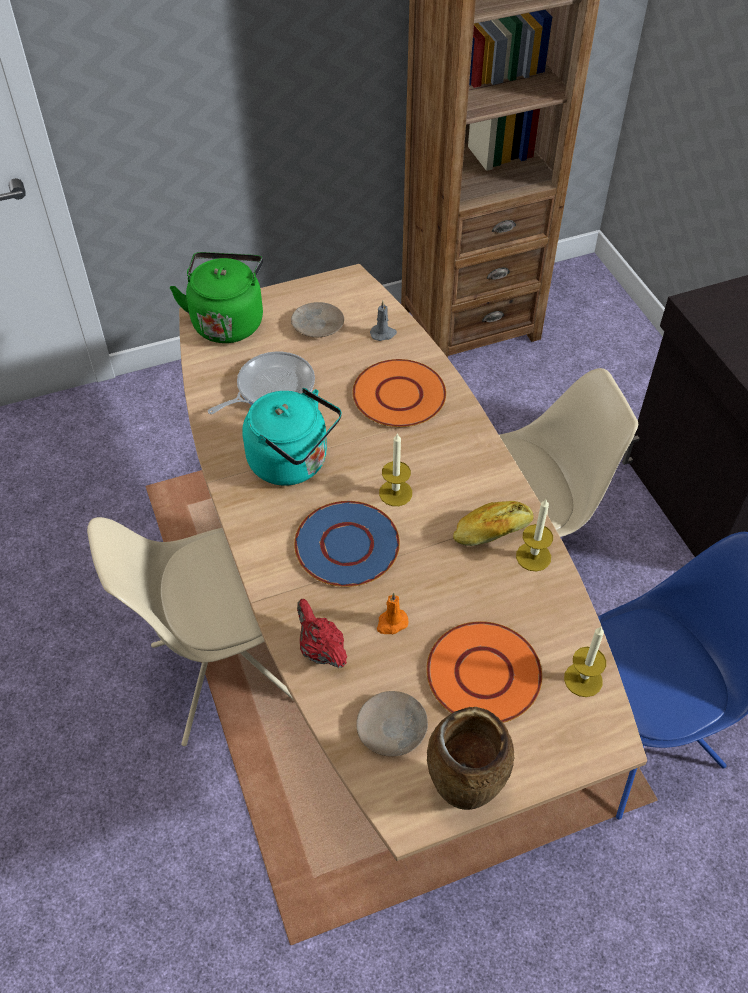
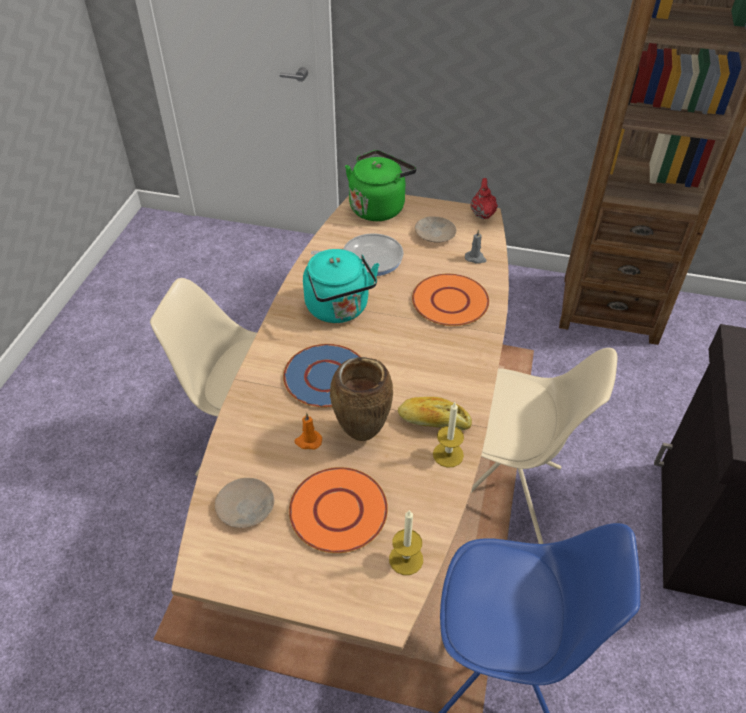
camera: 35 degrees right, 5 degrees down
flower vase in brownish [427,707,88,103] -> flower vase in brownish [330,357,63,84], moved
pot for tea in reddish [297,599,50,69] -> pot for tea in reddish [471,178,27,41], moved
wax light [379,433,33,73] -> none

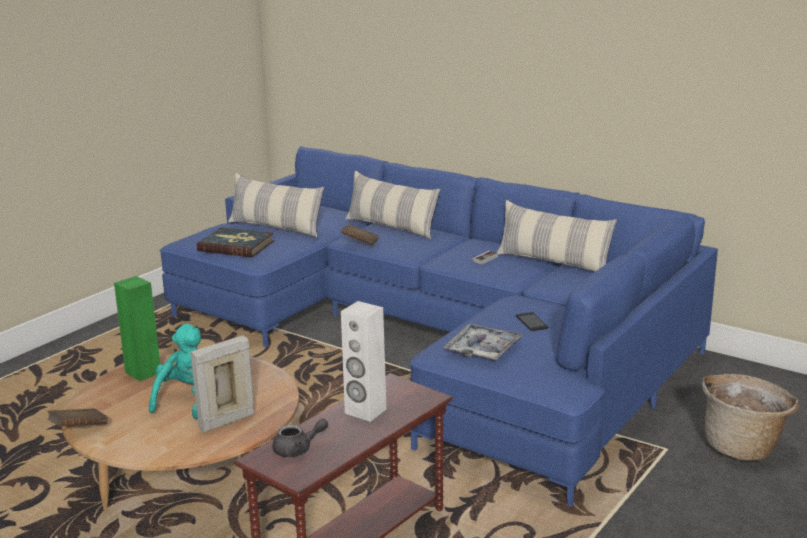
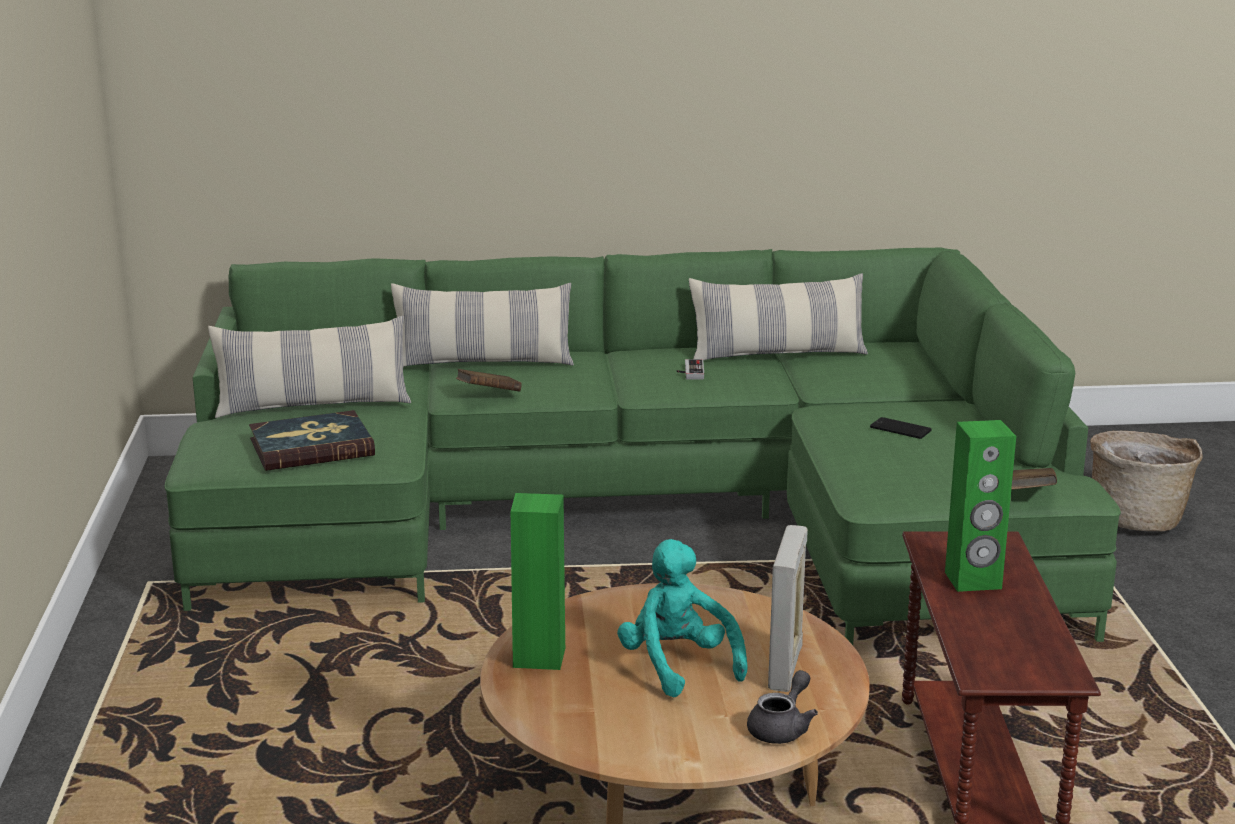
camera: 40 degrees left, 0 degrees up
sofa in blue [160,146,558,361] -> sofa in green [164,248,957,397]
pot for tea in greyish [272,418,56,39] -> pot for tea in greyish [747,670,71,74], moved
speaker in white [341,301,46,121] -> speaker in green [945,420,71,172]
volume in brownish [47,409,61,17] -> volume in brownish [1011,468,46,22], moved
serving tray [444,324,78,36] -> none

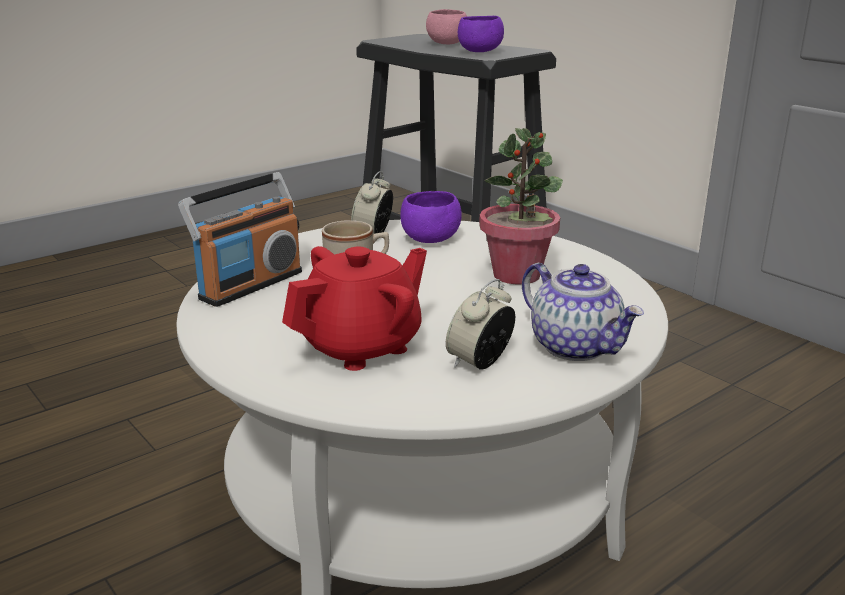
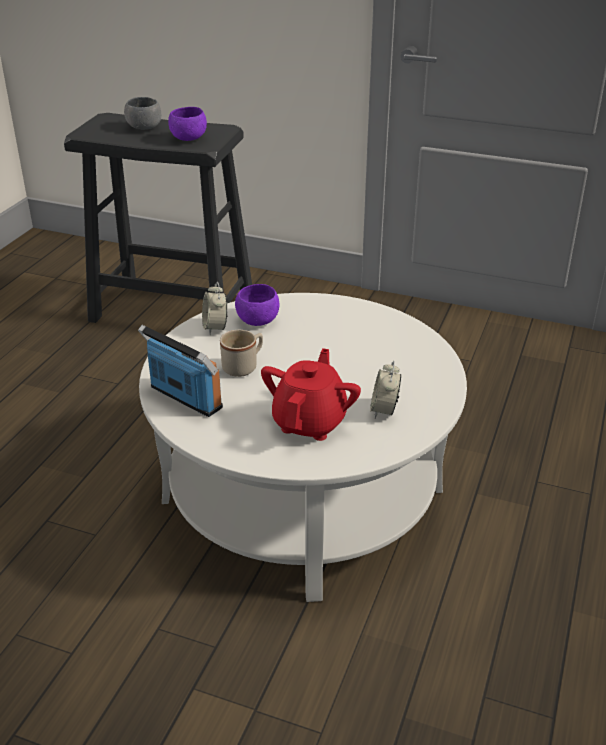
camera: 30 degrees left, 10 degrees up
bowl in pink [426,9,41,35] -> bowl in greyish [124,97,37,33]
radio set [178,172,124,135] -> radio set [138,325,85,92], 60 degrees counterclockwise
houseplant [479,128,84,156] -> none
pot for tea [522,263,122,98] -> none

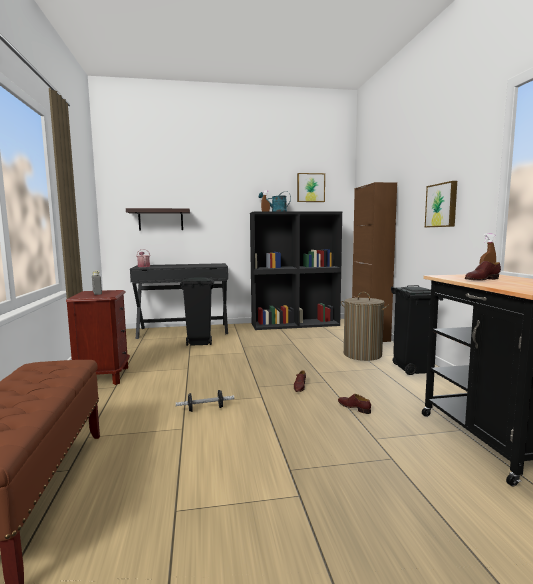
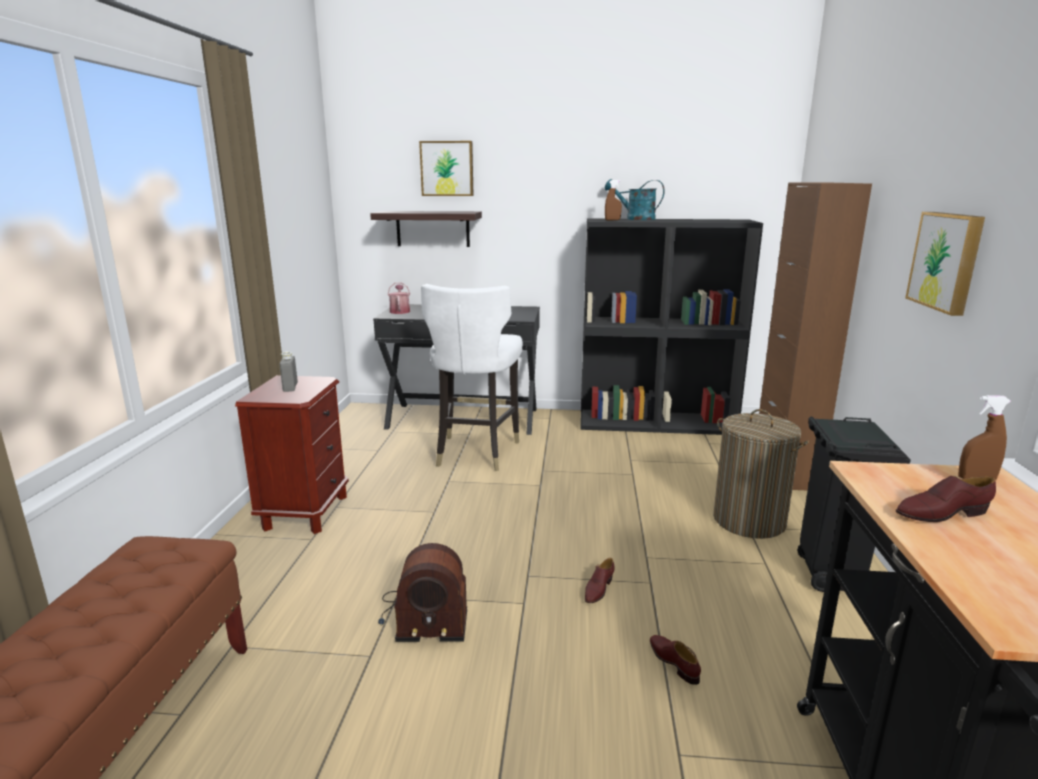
camera: 15 degrees right, 10 degrees up
dumbbell [176,390,58,22] -> radio set [378,543,89,99]
wall art [297,173,28,29] -> wall art [419,141,55,55], moved
waste bin in black-coloured [180,277,34,69] -> plain chair in white [421,284,102,187]

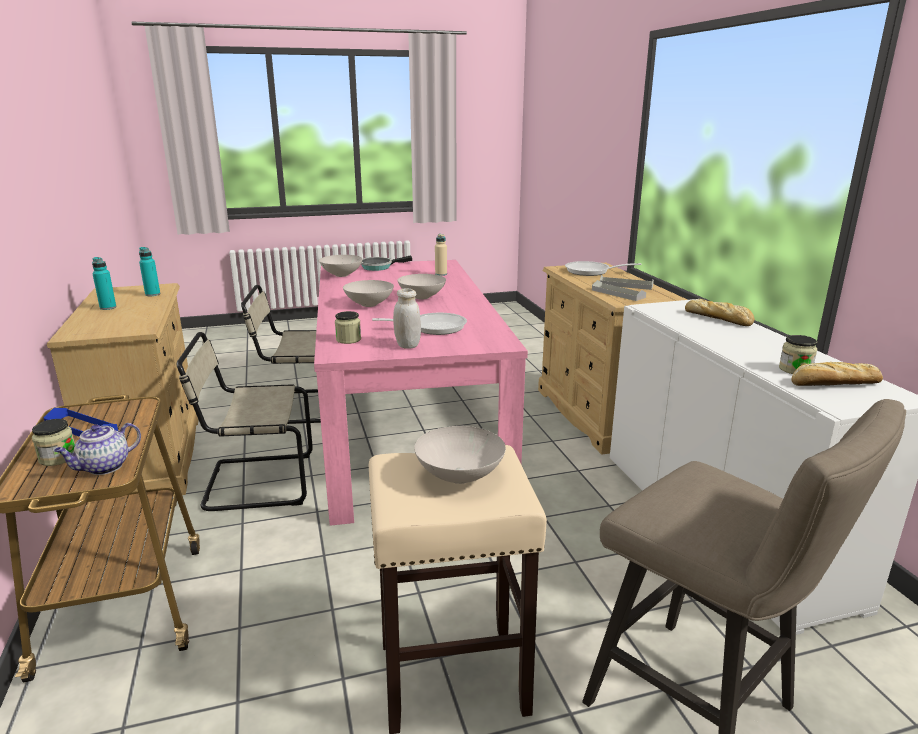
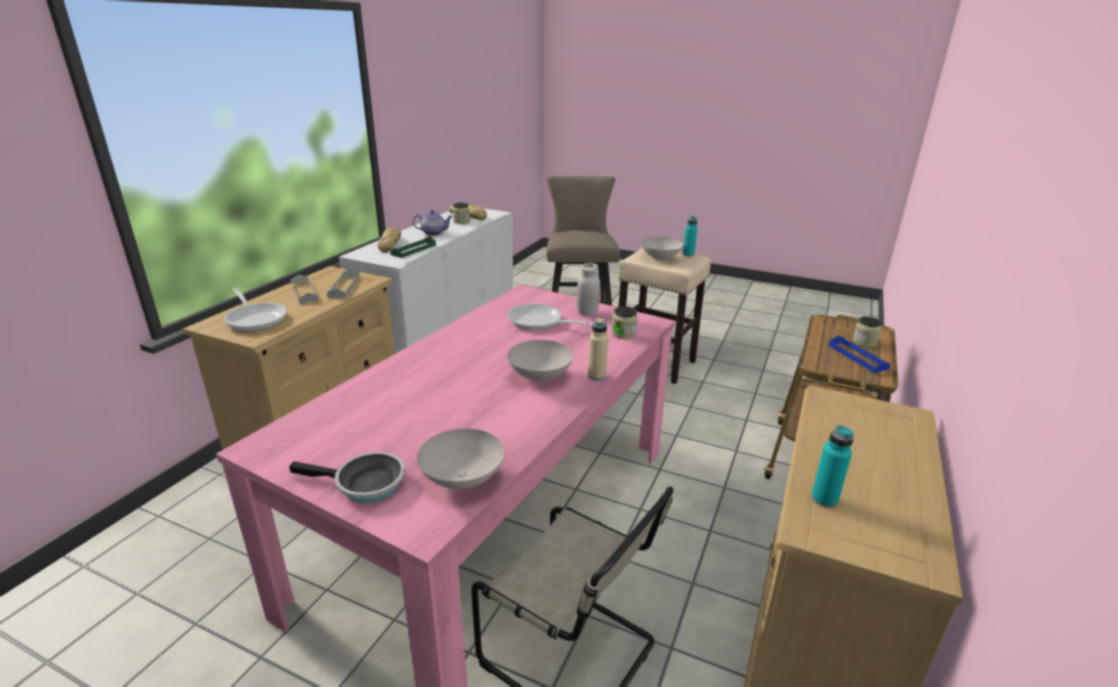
camera: 140 degrees left, 5 degrees up
none -> serving tray in green [390,236,46,22]
pot for tea [54,423,87,52] -> pot for tea [413,210,40,26], moved
drink bottle in beige-coloured [435,234,12,42] -> drink bottle in beige-coloured [588,317,21,64], moved
drink bottle in blue-green [92,257,24,53] -> drink bottle in blue-green [683,216,15,40], moved
plain chair in beige-coloured [177,332,136,179] -> none
bowl in white [397,274,49,25] -> none

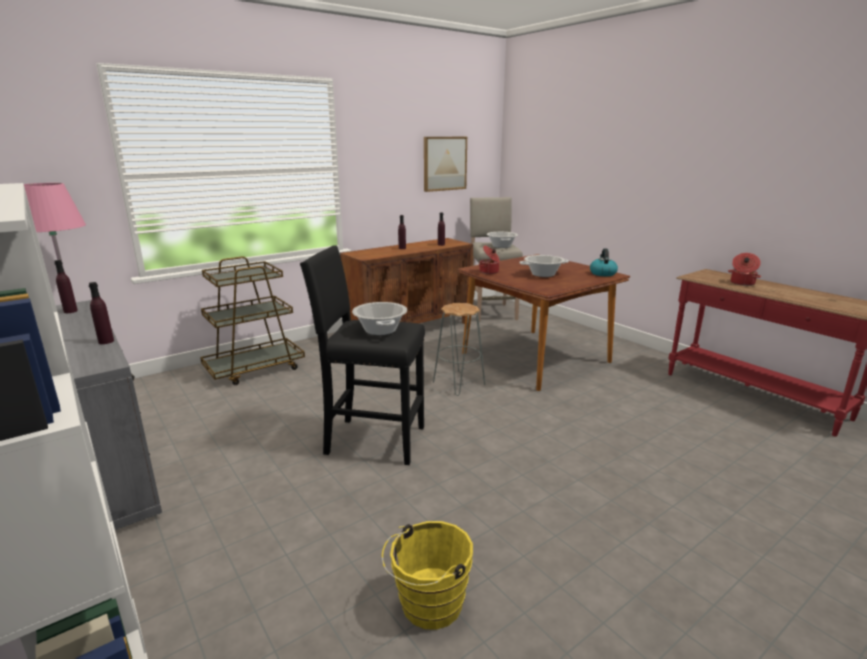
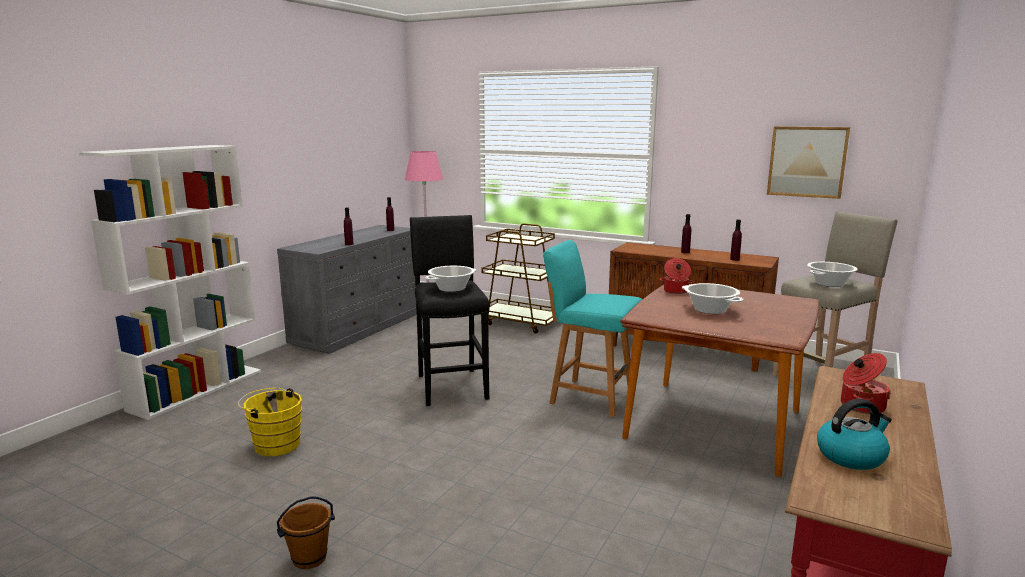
camera: 65 degrees right, 5 degrees down
none -> pail in brownish [277,496,58,73]
stool seat in greyish [433,303,52,93] -> plain chair in blue-green [543,240,99,177]
water kettle [590,248,28,28] -> water kettle [817,399,75,71], moved

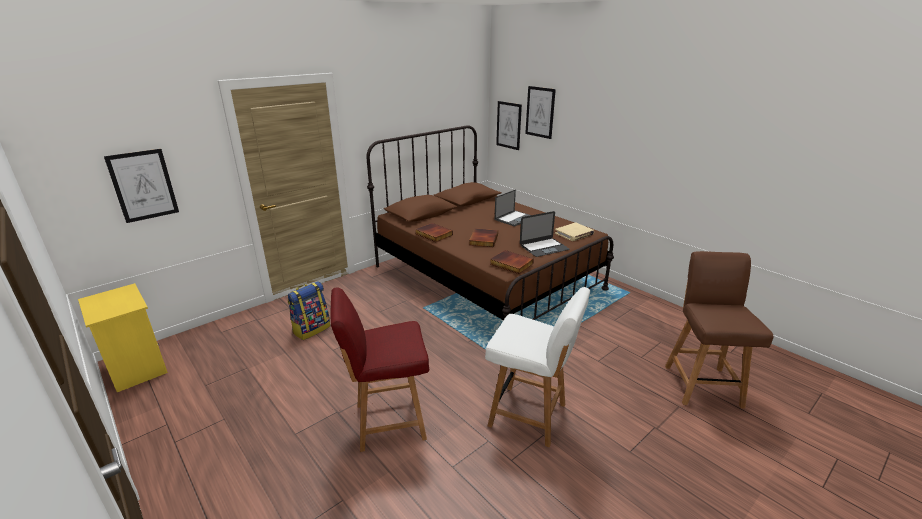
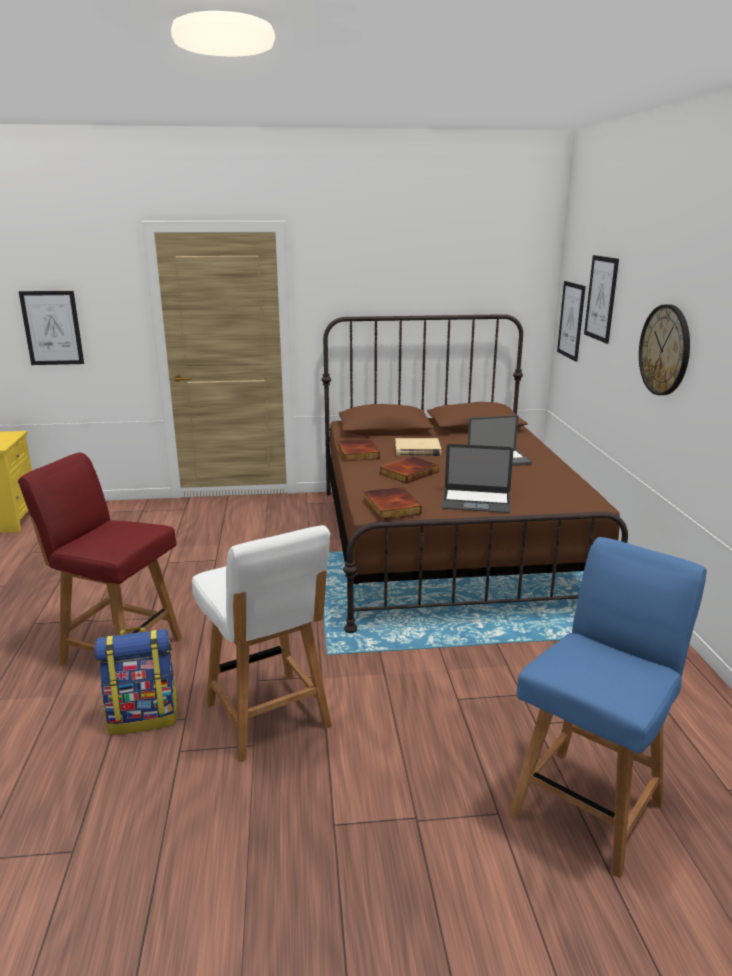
camera: 35 degrees right, 5 degrees down
knapsack [288,281,42,59] -> knapsack [94,627,84,108], moved
volume in beige-coloured [555,222,39,19] -> volume in beige-coloured [395,438,46,18], moved
plain chair in brownish [665,251,109,158] -> plain chair in blue [509,537,198,342]
none -> wall clock [639,304,51,91]

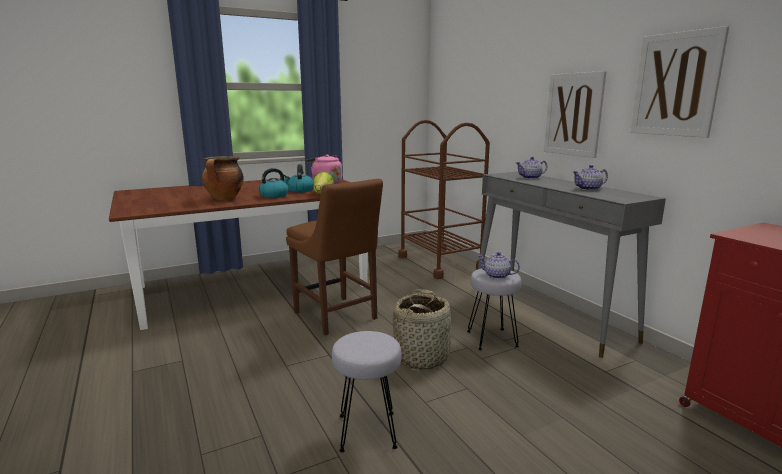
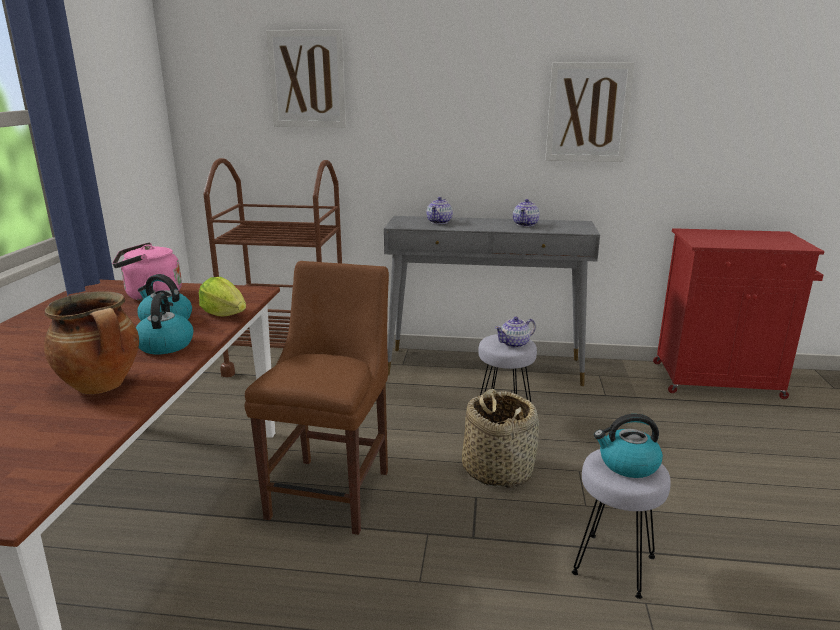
camera: 55 degrees left, 5 degrees up
plain chair in brownish [286,179,97,156] -> plain chair in brownish [244,261,145,274], 75 degrees counterclockwise
wall art [544,71,62,87] -> wall art [266,29,80,99], moved
none -> water kettle [594,414,69,64]

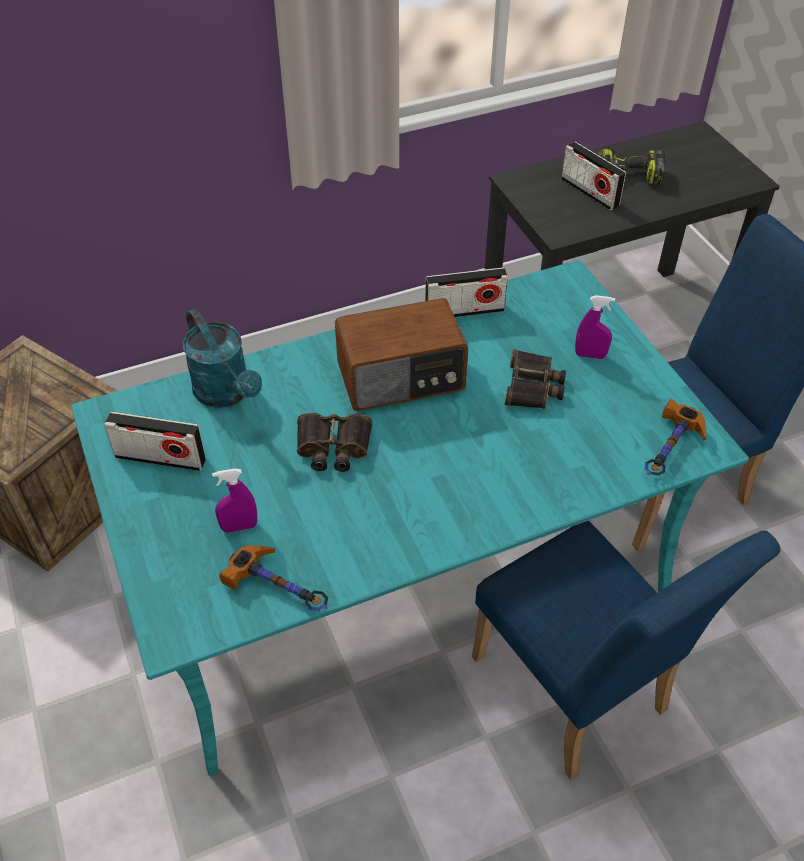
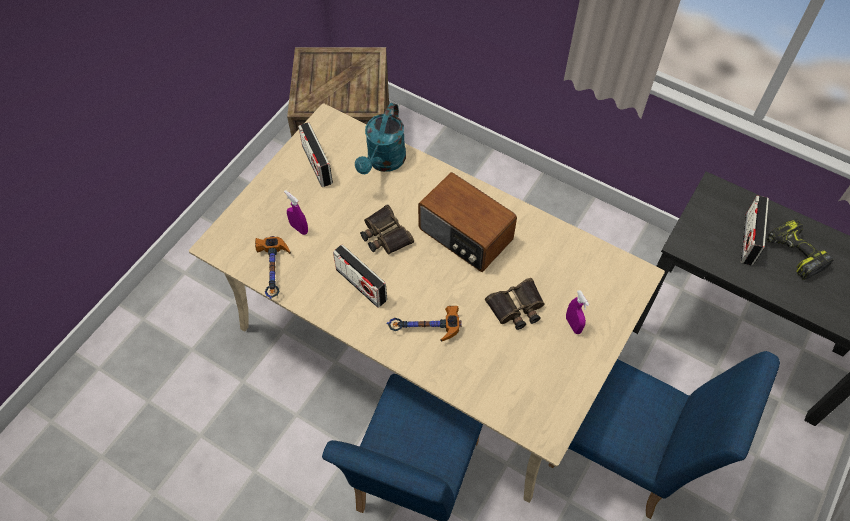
camera: 55 degrees right, 10 degrees up
dinner table in blue-green [71,260,678,516] -> dinner table in beige-coloured [189,103,476,400]
radio set [425,267,83,50] -> radio set [333,244,54,64], moved
hammer [645,398,61,78] -> hammer [386,306,76,35], moved

